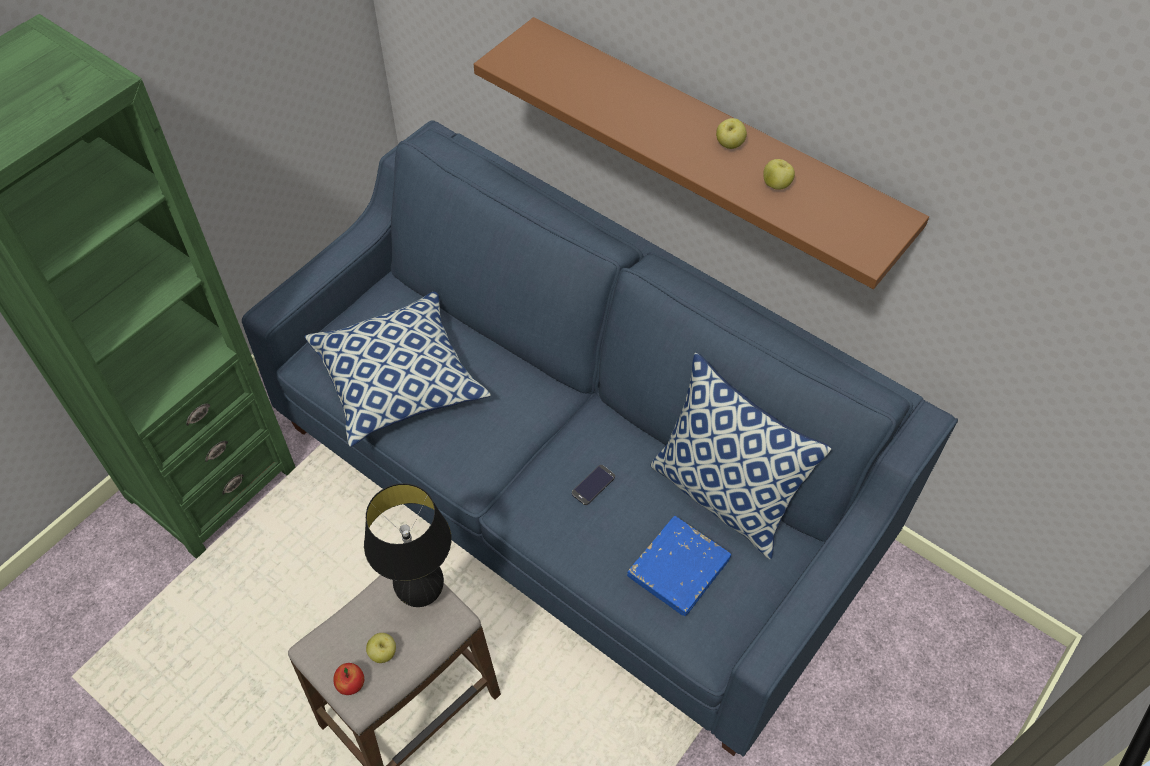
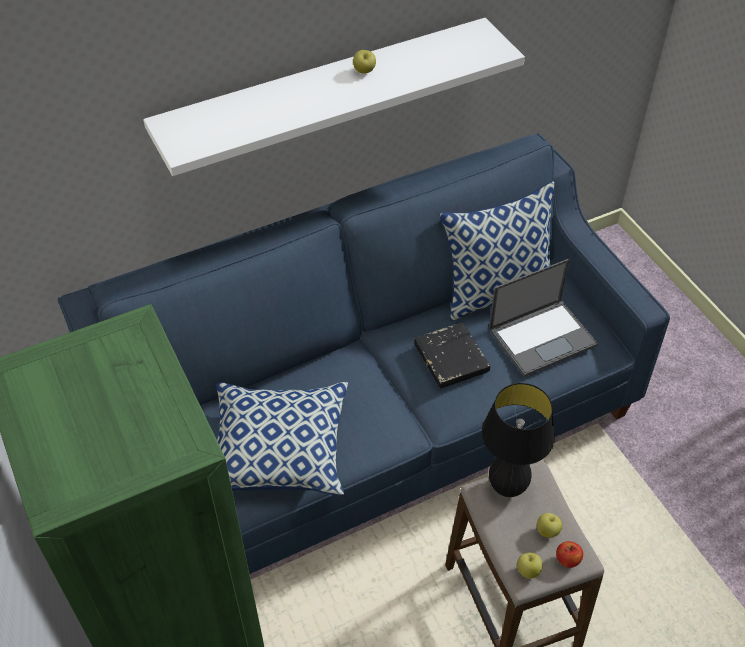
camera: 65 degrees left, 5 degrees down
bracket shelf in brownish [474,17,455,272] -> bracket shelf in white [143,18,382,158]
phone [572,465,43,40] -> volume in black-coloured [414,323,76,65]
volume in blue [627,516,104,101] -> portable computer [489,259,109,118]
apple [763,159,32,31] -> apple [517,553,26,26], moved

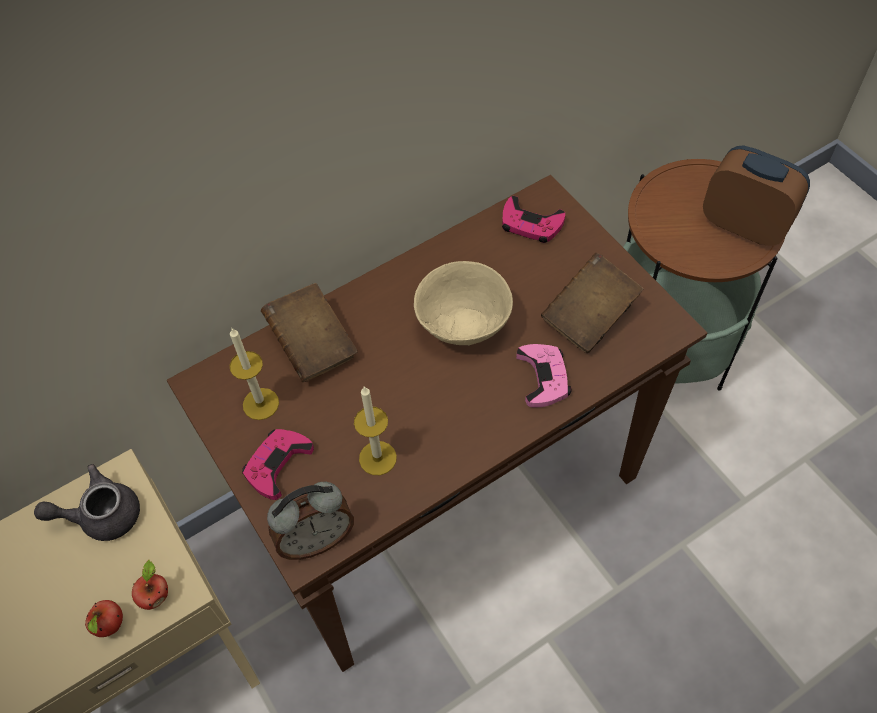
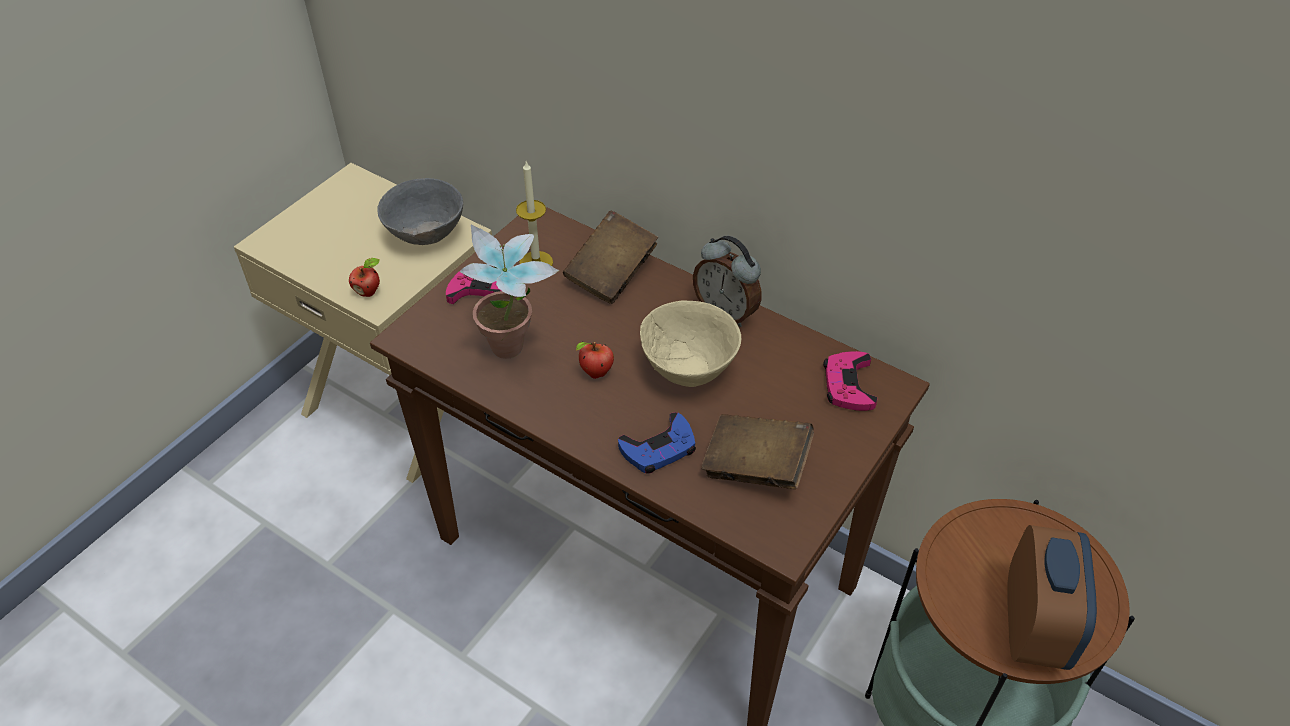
camera: 65 degrees right, 10 degrees down
pot for tea in greyish [34,464,106,77] -> bowl in greyish [377,178,86,67]
wax light [354,387,43,88] -> houseplant [460,225,99,134]
apple [85,600,38,37] -> apple [576,342,38,37], moved
game controller in pink [516,344,56,64] -> game controller in blue [618,412,78,62]
bedside clock [267,482,87,78] -> bedside clock [693,236,69,91], moved

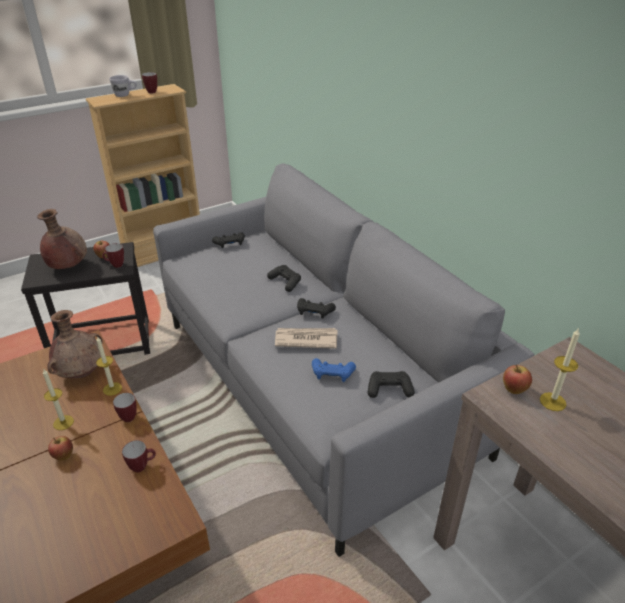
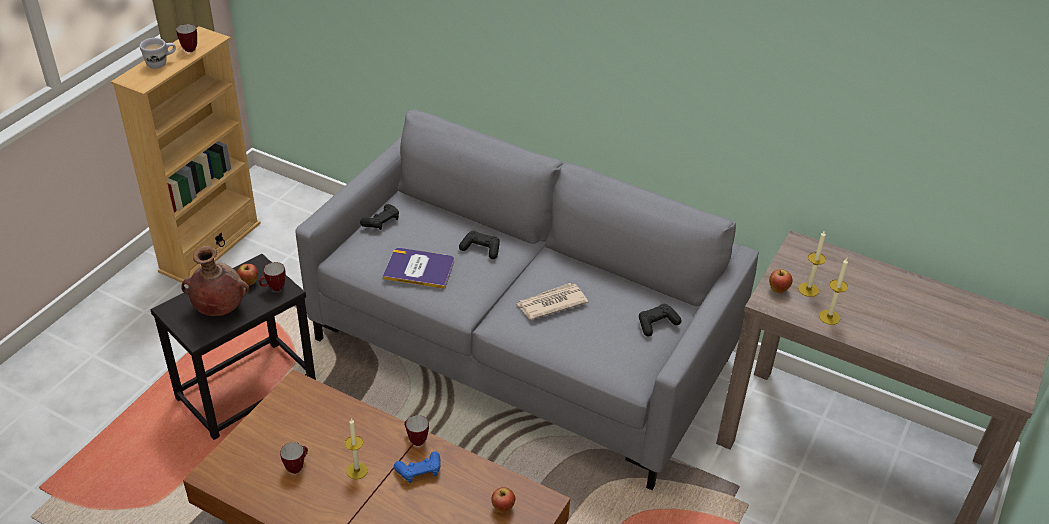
camera: 30 degrees left, 5 degrees up
coffee mug [122,440,34,33] -> coffee mug [280,442,28,32], moved
none -> volume [383,248,71,41]
game controller in blue [312,358,44,24] -> game controller in blue [394,451,46,32], moved
apple [48,436,25,25] -> apple [491,487,24,26], moved
wax light [96,336,26,60] -> wax light [819,258,29,67], moved
flower vase in brownish [47,310,55,68] -> none
game controller in black-coloured [297,298,39,21] -> none

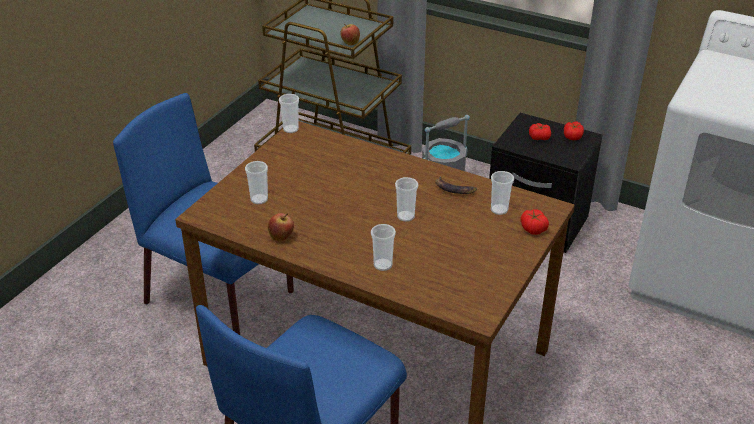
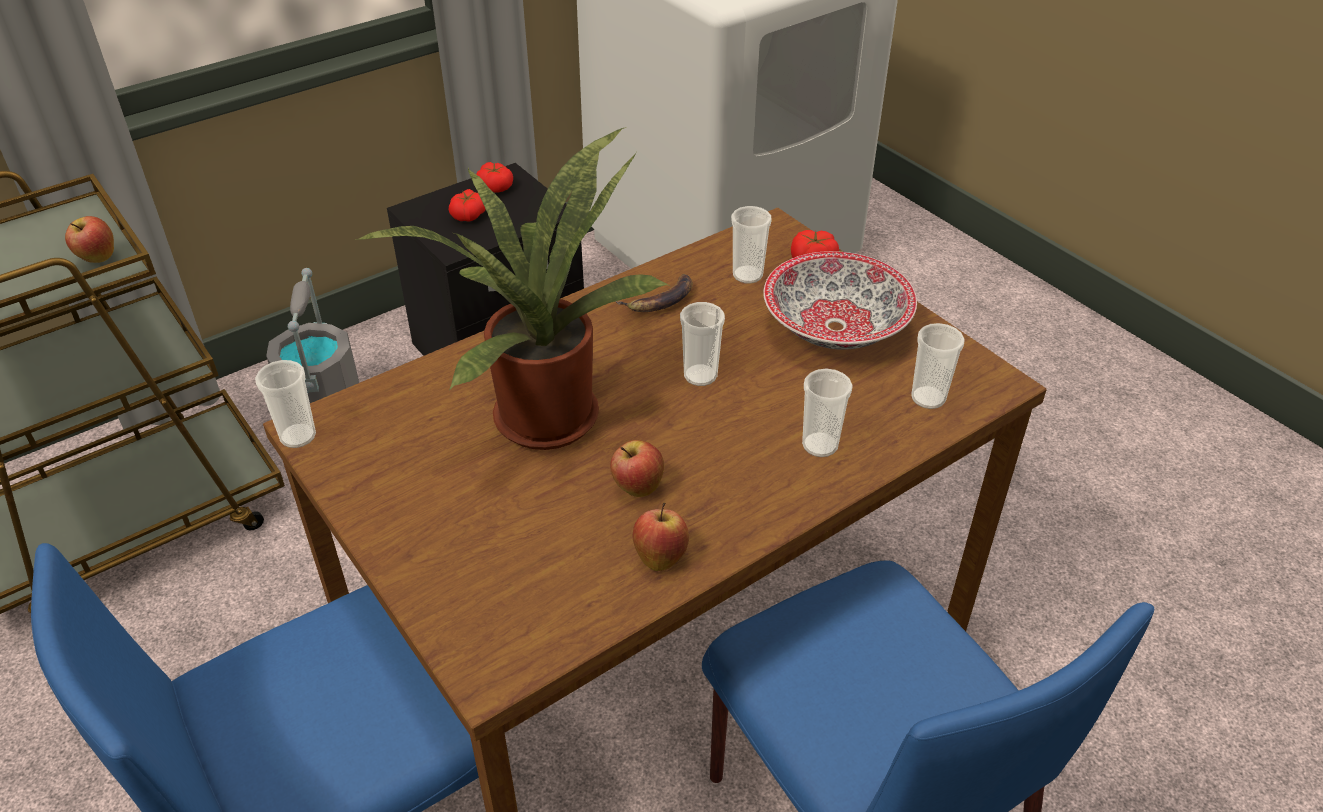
camera: 65 degrees left, 5 degrees up
none -> houseplant [357,127,312,323]
none -> apple [610,440,54,57]
none -> bowl [763,251,154,99]
drinking cup [245,161,23,43] -> drinking cup [911,323,54,86], moved

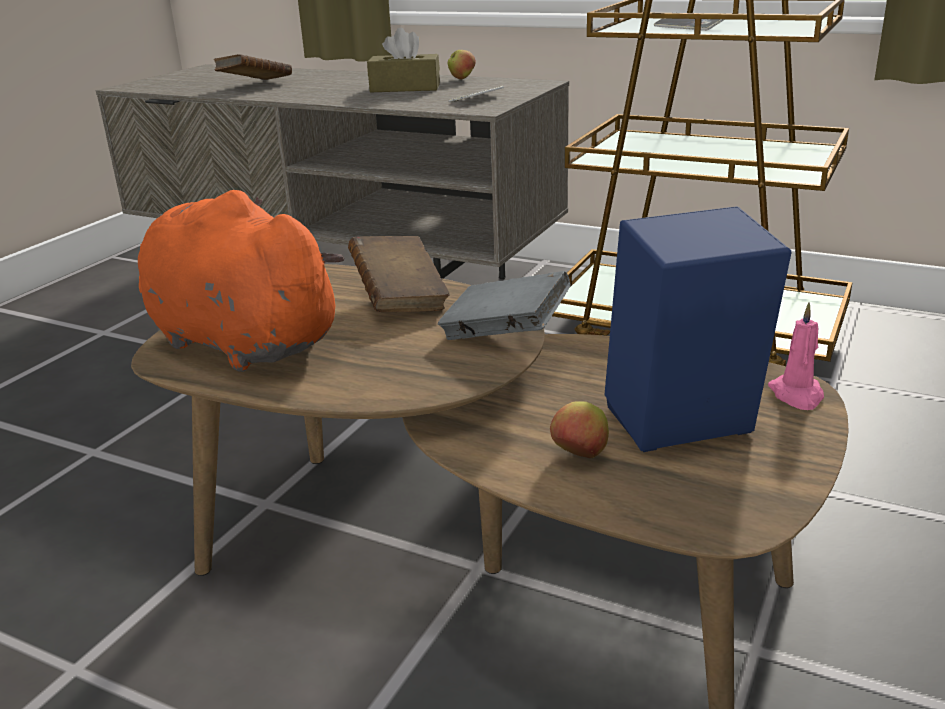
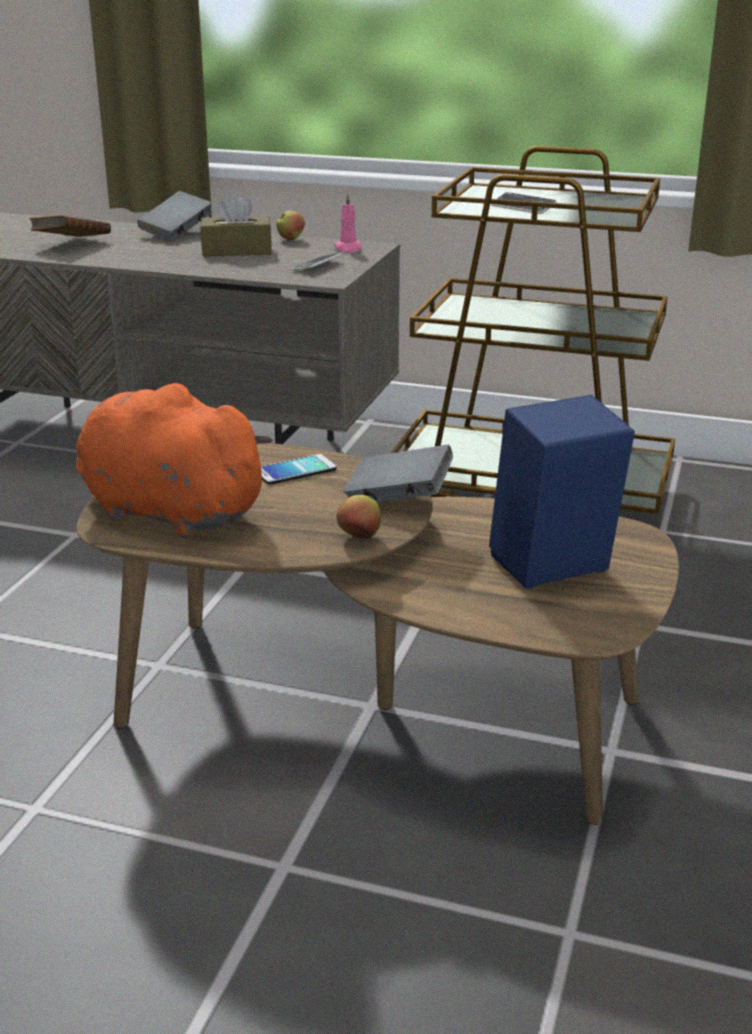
camera: 10 degrees left, 0 degrees up
none -> volume in greyish [137,191,76,50]
volume in brownish [348,236,101,76] -> phone [261,454,76,31]
wax light in pink [768,302,56,108] -> wax light in pink [334,193,28,60], moved
apple [550,401,59,57] -> apple [336,495,45,43], moved

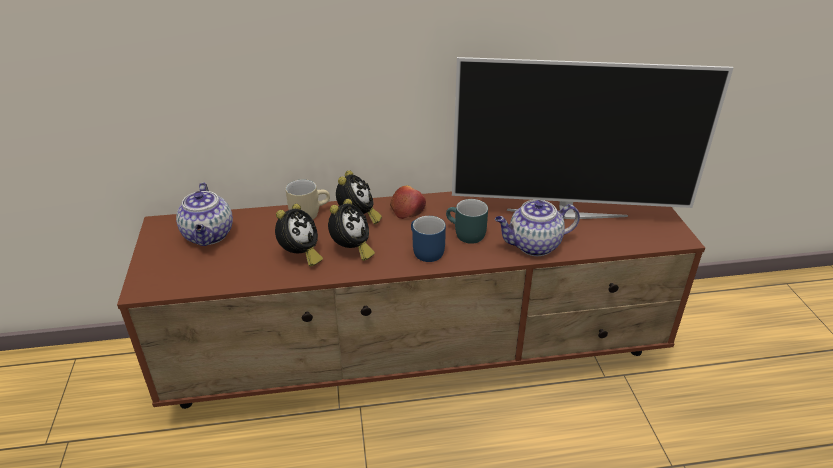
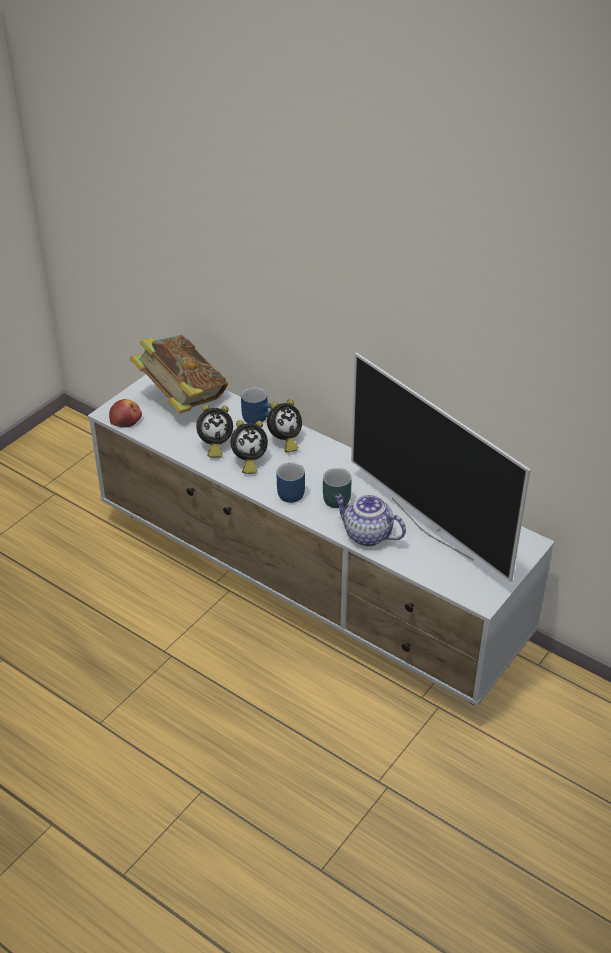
camera: 45 degrees right, 5 degrees up
tv unit in brownish [117,192,588,217] -> tv unit in white [88,375,467,331]
apple [390,185,36,34] -> apple [109,399,33,29], moved
pot for tea [176,183,57,63] -> volume [130,335,98,79]
coffee mug in beige-coloured [286,179,44,40] -> coffee mug in blue [241,387,31,37]

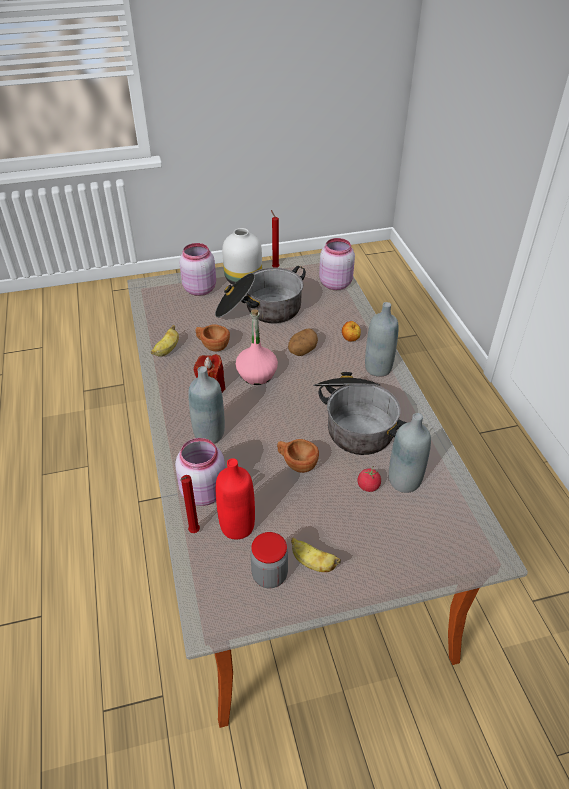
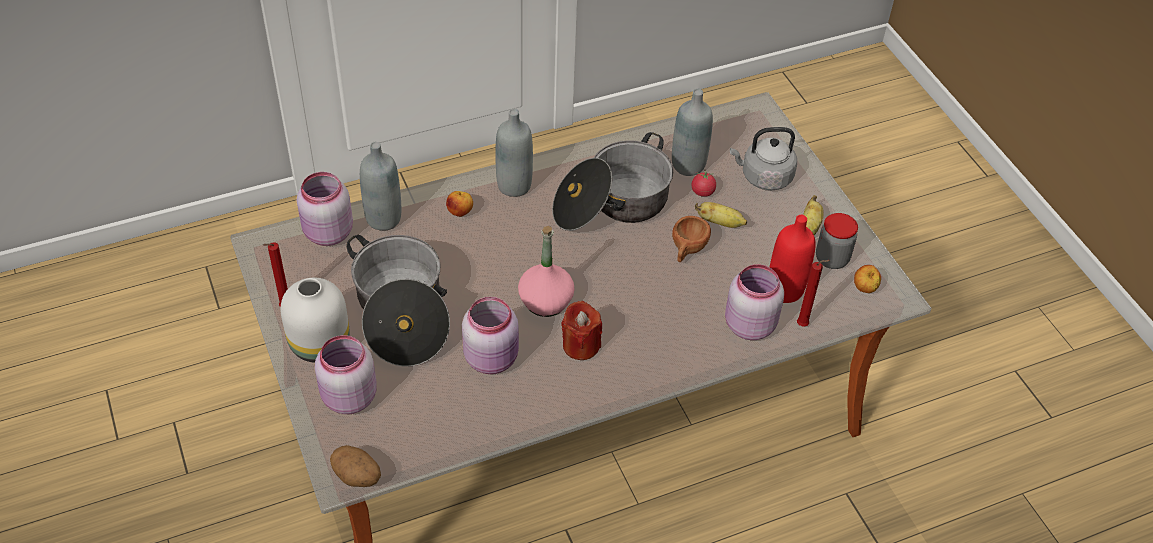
camera: 100 degrees left, 5 degrees up
whole potato [288,328,30,28] -> whole potato [330,445,51,42], moved
drink bottle in greyish [188,366,37,77] -> drink bottle in greyish [360,142,41,89], moved
drinking cup in brownish [195,324,35,28] -> jar in pink [462,297,57,77]
banana fruit [151,325,28,31] -> banana fruit [695,202,52,26], moved
none -> water kettle in greyish [730,127,67,63]
none -> apple [854,265,27,28]

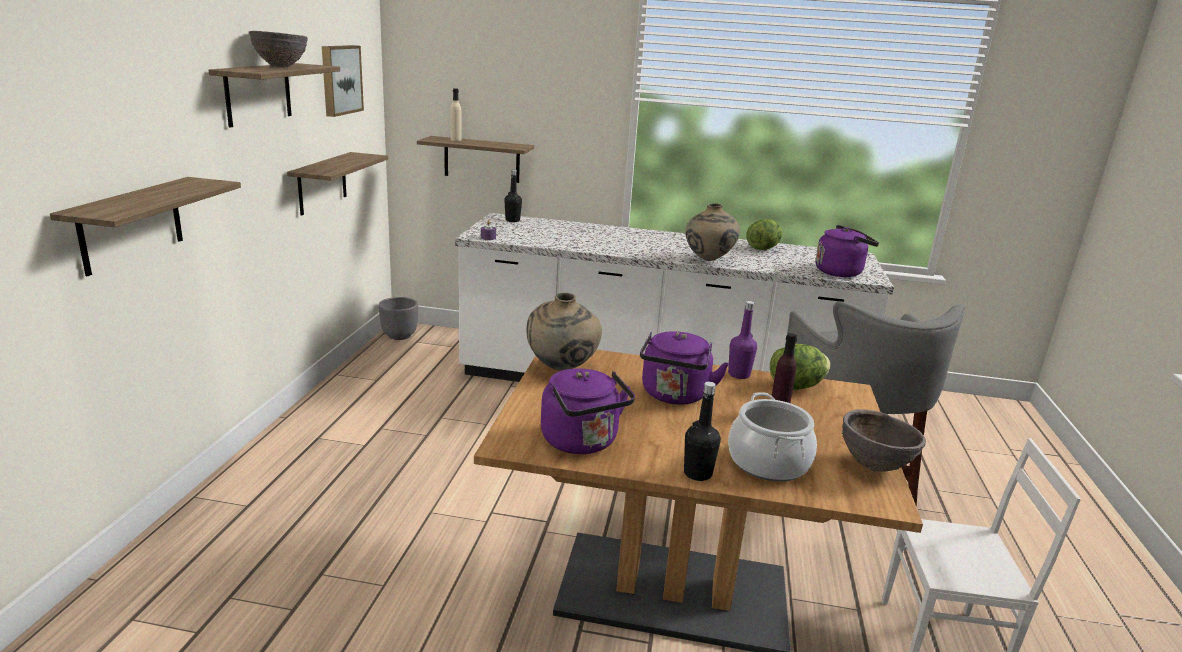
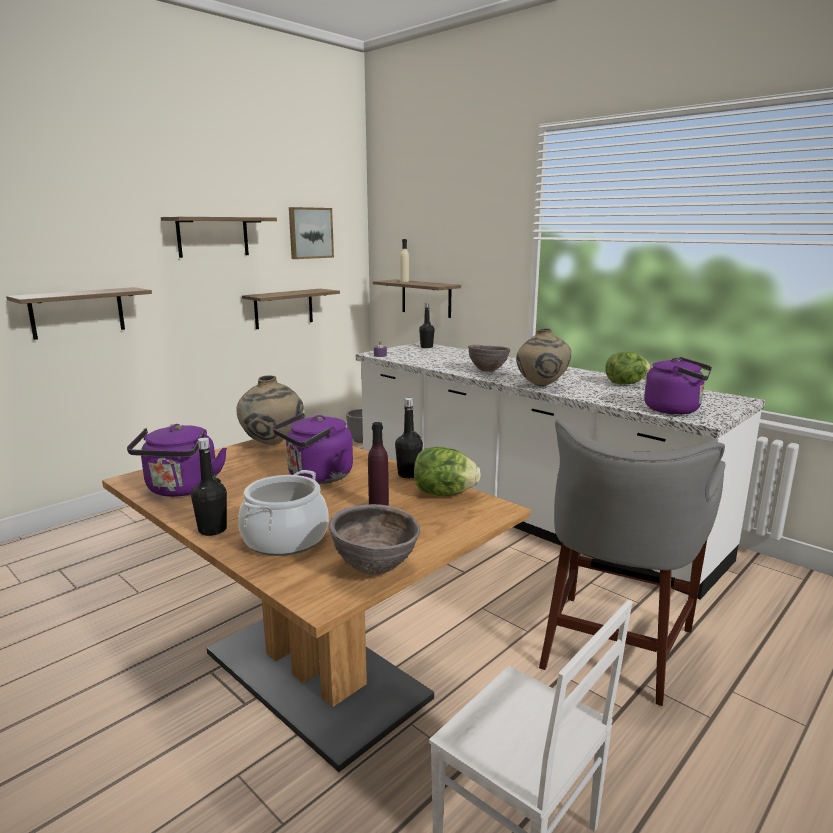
camera: 35 degrees right, 5 degrees down
drink bottle in purple [728,301,29,78] -> drink bottle in black-coloured [395,398,28,81]
bowl in brownish [249,31,59,37] -> bowl in brownish [468,345,42,27], moved

